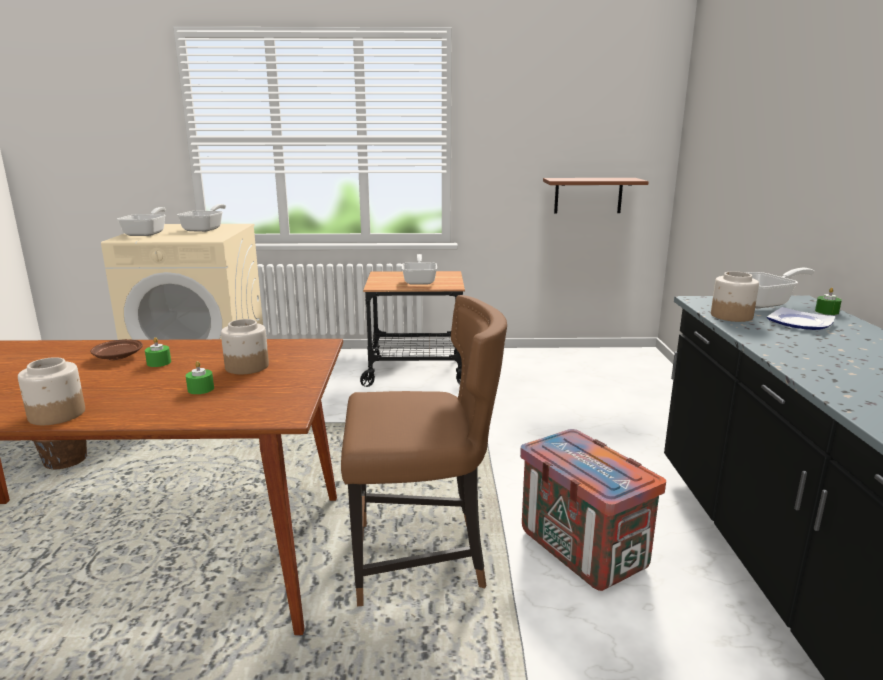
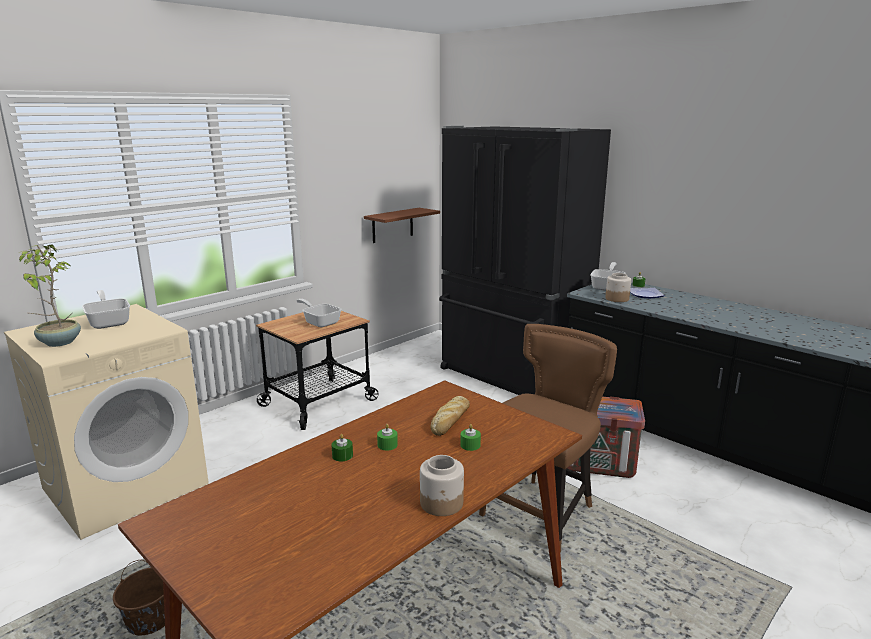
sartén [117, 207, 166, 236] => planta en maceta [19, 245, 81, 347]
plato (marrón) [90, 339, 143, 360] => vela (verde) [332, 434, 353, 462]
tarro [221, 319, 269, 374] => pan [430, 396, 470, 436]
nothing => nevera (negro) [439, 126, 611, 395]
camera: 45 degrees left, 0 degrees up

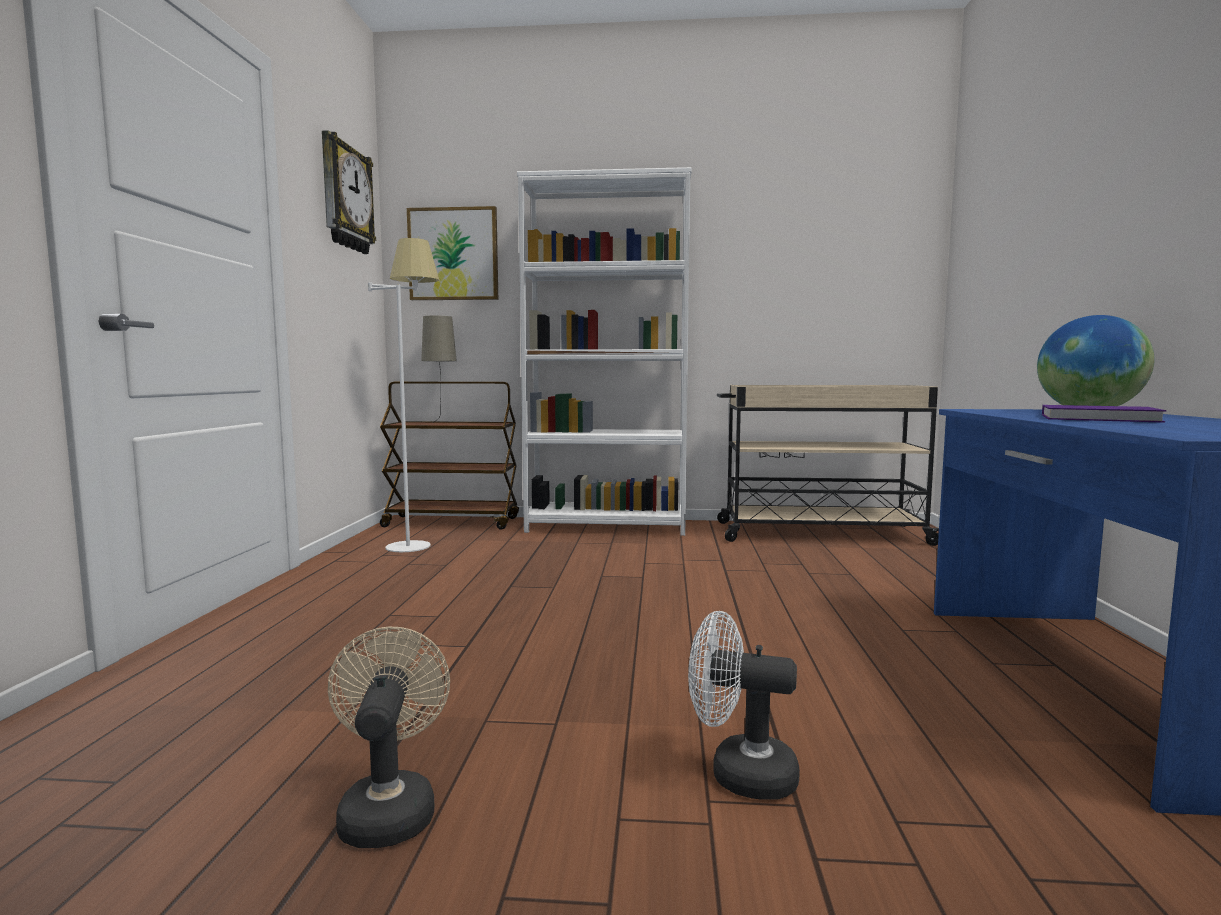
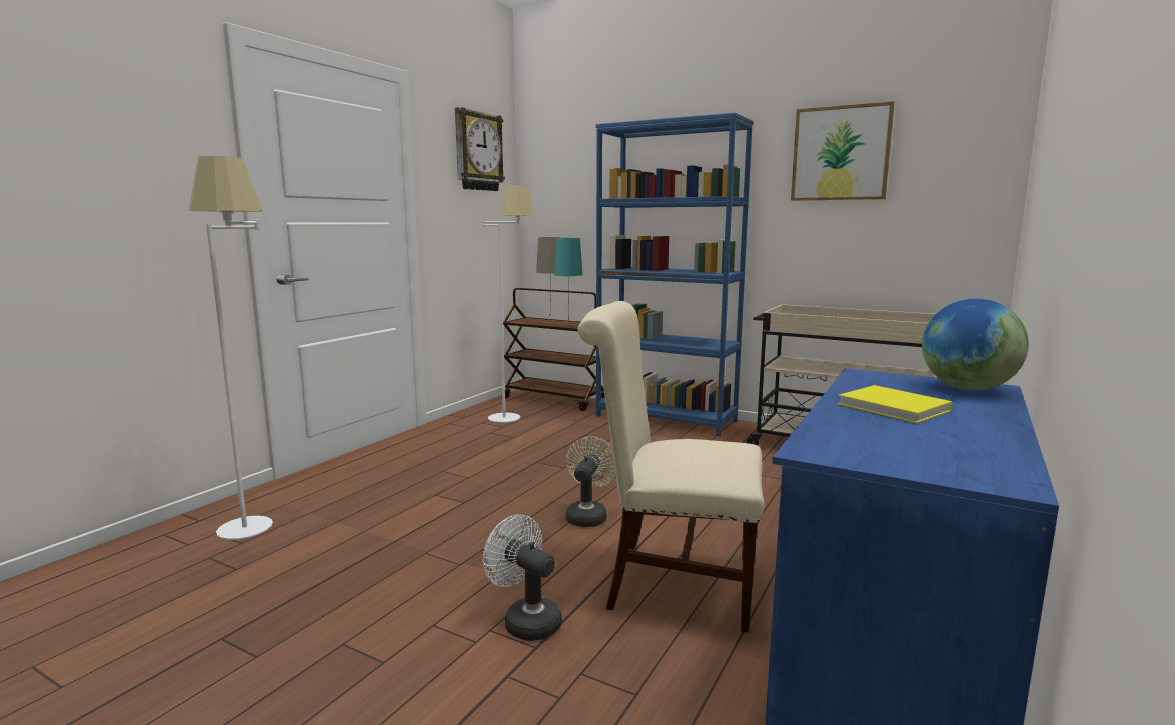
nothing => lámpara de pie (blanco) [189, 156, 273, 540]
nothing => lámpara de mesa (turquesa) [554, 238, 583, 327]
ventilador (beis) [328, 627, 450, 848] => ventilador (beis) [566, 436, 615, 527], moved
nothing => silla (beis) [578, 301, 765, 633]
estantería (blanco) [517, 167, 692, 536] => estantería (azul) [596, 112, 754, 436]
cuadro [407, 206, 498, 300] => cuadro [791, 101, 895, 201], moved
libro (morado) [1042, 405, 1167, 423] => libro (amarillo) [838, 385, 953, 423]
camera: 25 degrees right, 5 degrees up

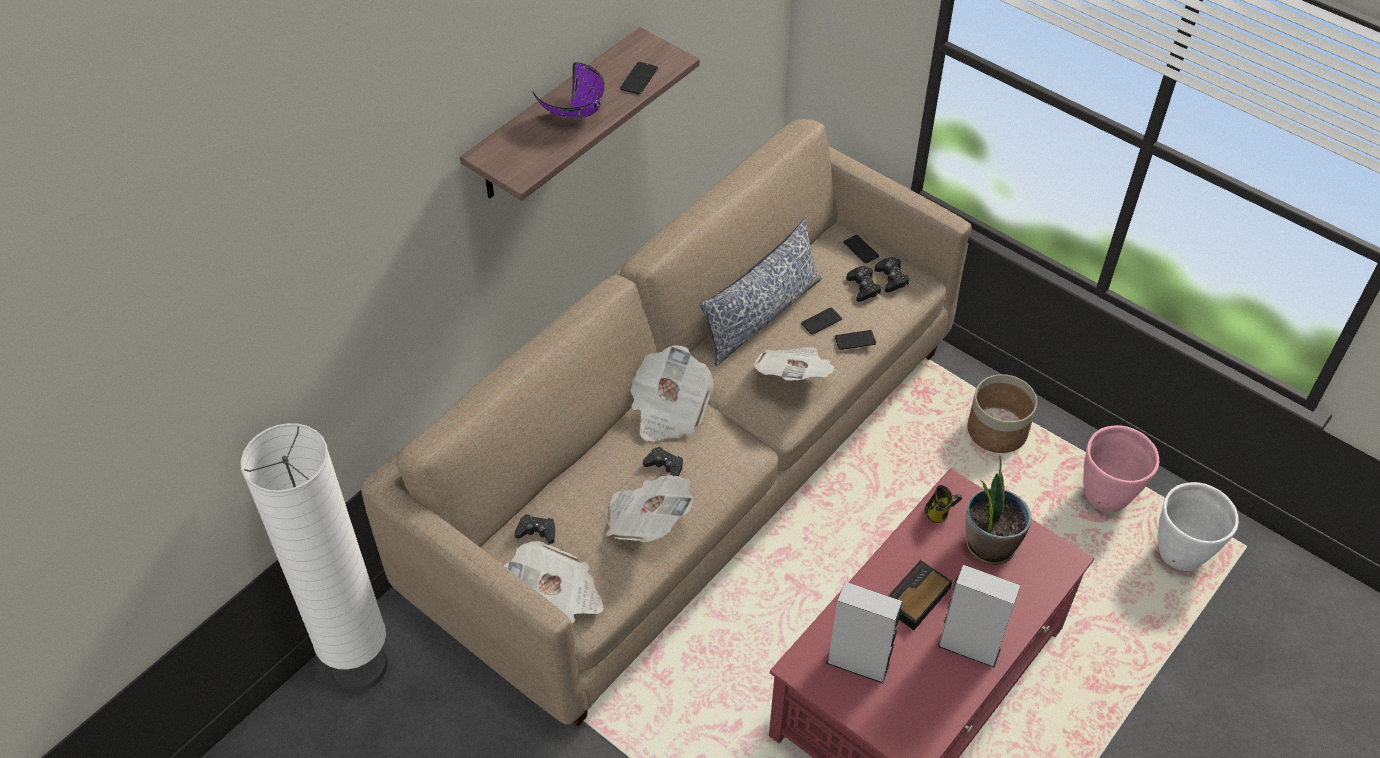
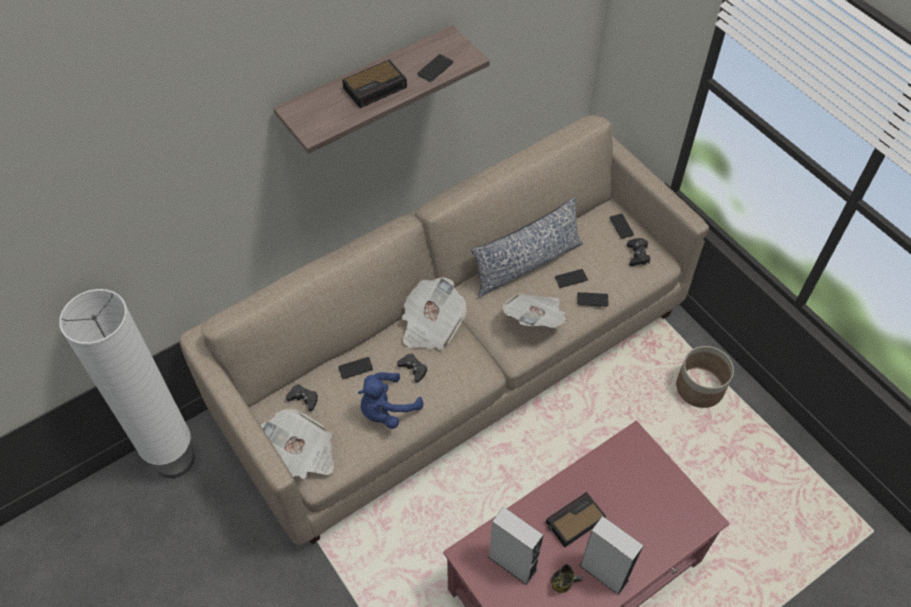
nothing => móvil [338, 357, 373, 379]
cuenco (morado) [533, 62, 605, 118] => despertador [342, 60, 407, 108]
periódico [606, 474, 693, 542] => peluche (azul) [358, 372, 423, 429]
taza grande [925, 485, 962, 523] => taza grande [551, 564, 583, 593], moved
mando de consola (negro) [847, 266, 881, 302] => nothing
planta en maceta [966, 456, 1031, 565] => nothing
maceta (rosa) [1083, 425, 1159, 512] => nothing
maceta (blanco) [1157, 482, 1239, 571] => nothing
camera: 15 degrees right, 5 degrees up

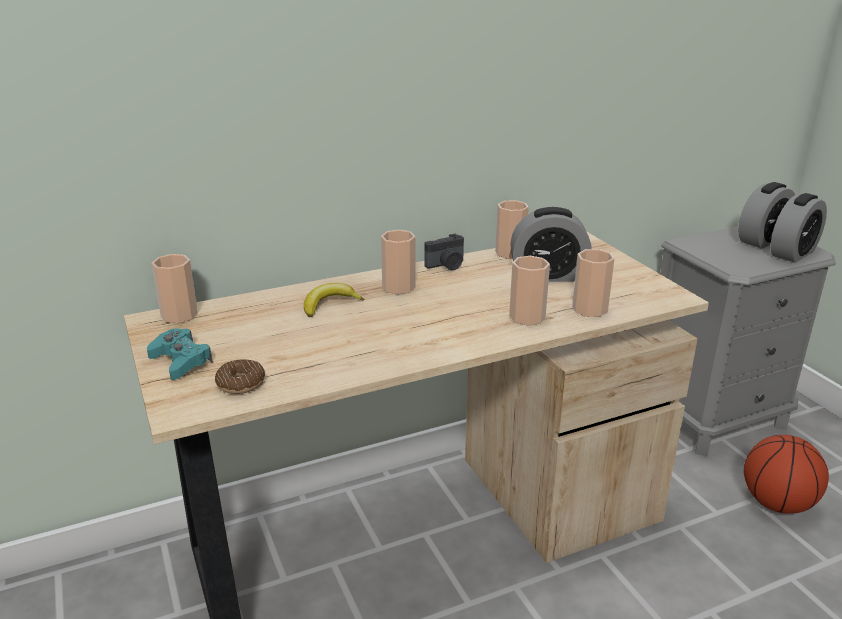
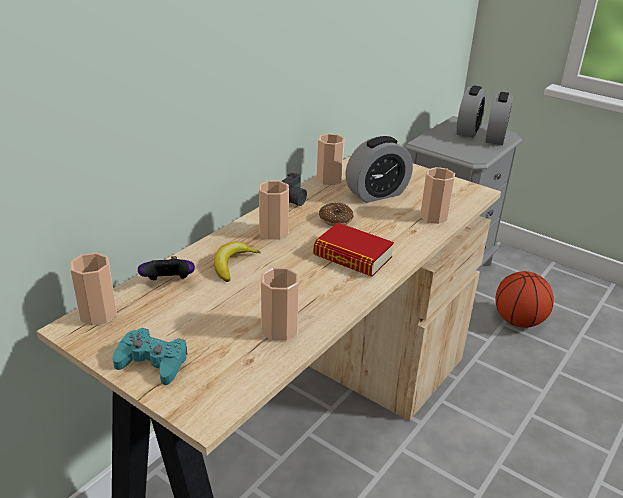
nothing => mando de consola [138, 256, 195, 280]
taza [509, 256, 550, 326] => taza [261, 268, 299, 341], moved
nothing => libro [313, 223, 394, 277]
rosquilla [215, 359, 265, 394] => rosquilla [319, 203, 354, 226], moved
camera: 30 degrees left, 5 degrees up

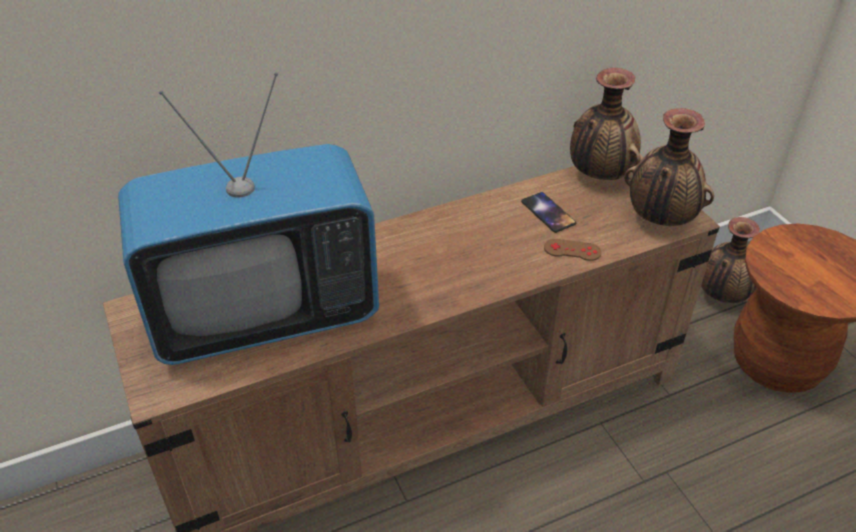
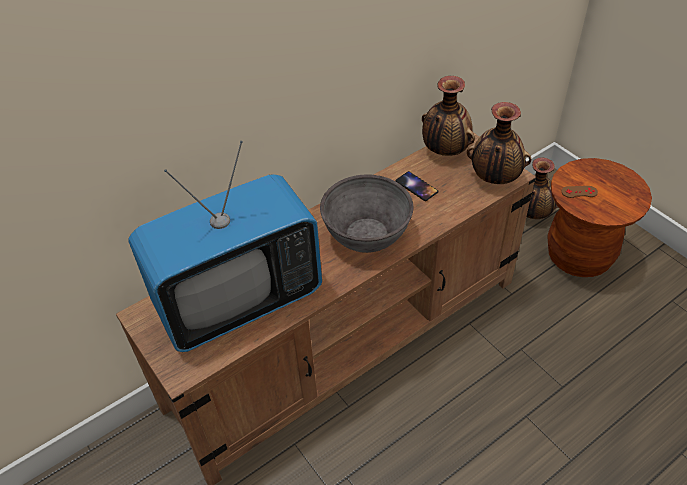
nothing => cuenco (gris) [320, 175, 413, 253]
mando de consola (marrón) [544, 239, 602, 261] => mando de consola (marrón) [561, 186, 598, 198], moved
camera: 10 degrees left, 5 degrees up

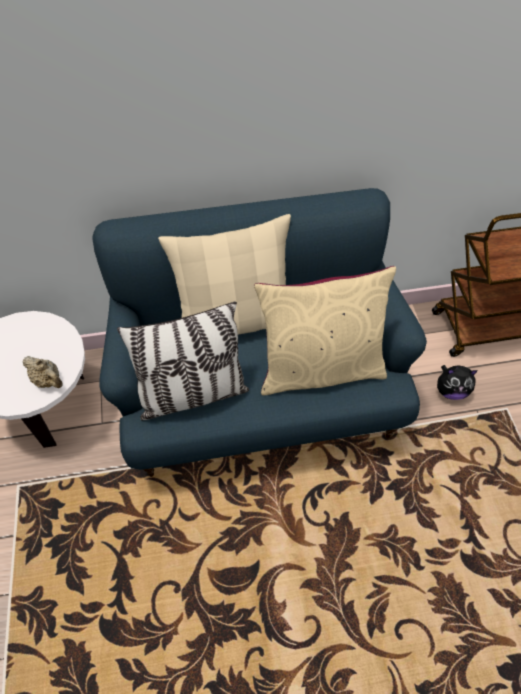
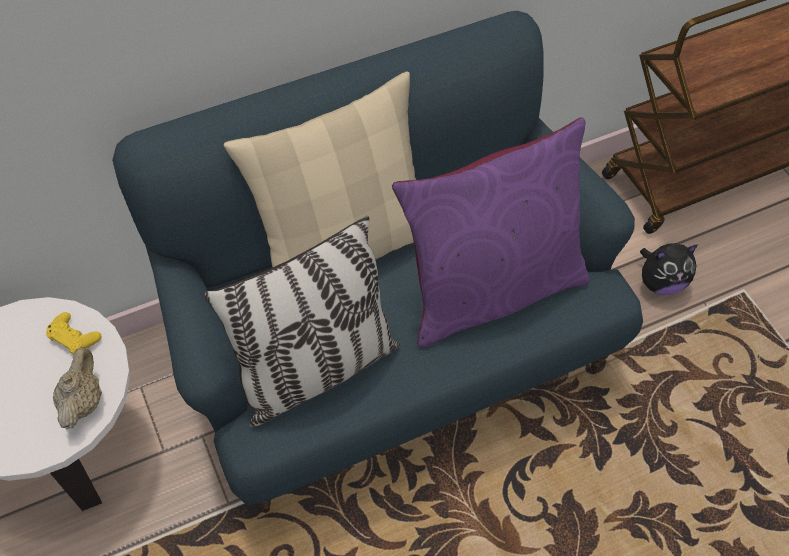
nothing => mando de consola (amarillo) [46, 312, 101, 355]
tetera (beis) [22, 356, 63, 388] => tetera (beis) [53, 347, 102, 429], 105 degrees counterclockwise
cojín (beis) [254, 266, 396, 396] => cojín (morado) [392, 118, 590, 348]
camera: 15 degrees left, 0 degrees up

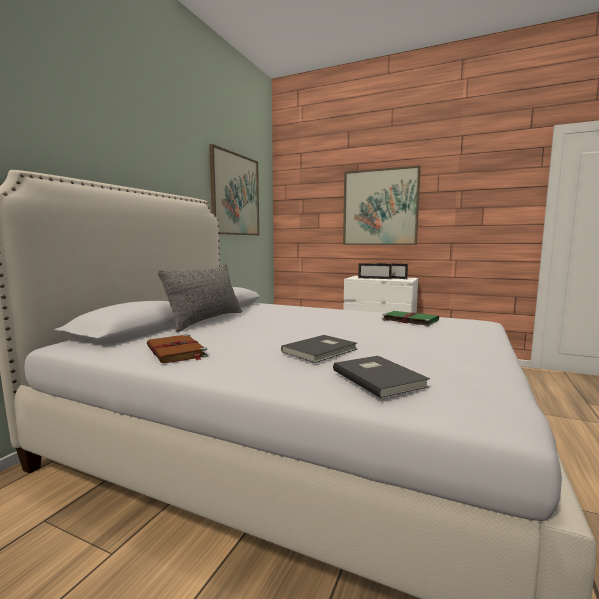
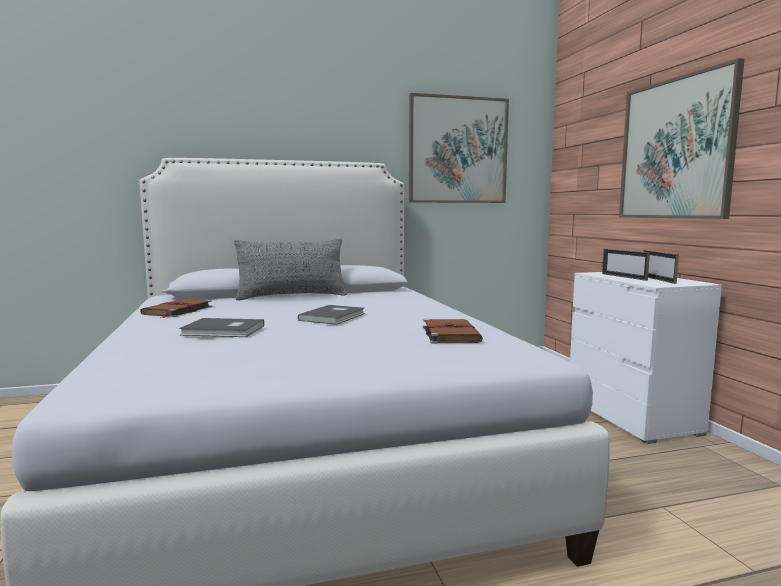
libro (gris) [333, 356, 430, 398] => libro (gris) [298, 305, 365, 325], moved
libro (verde) [380, 311, 439, 326] => libro (marrón) [423, 319, 483, 344]
camera: 50 degrees right, 0 degrees up

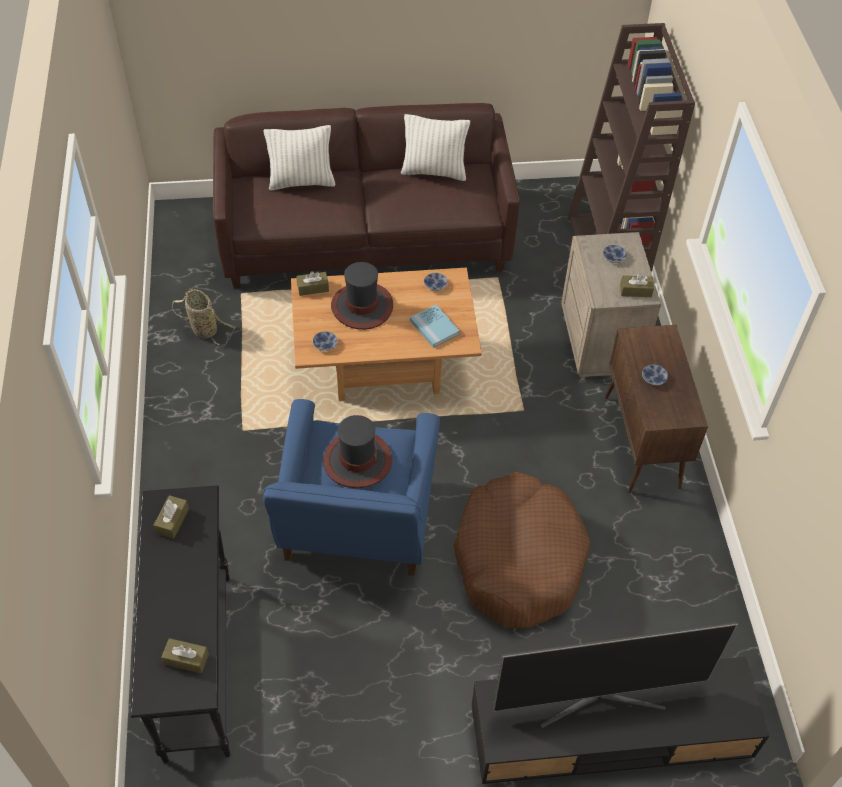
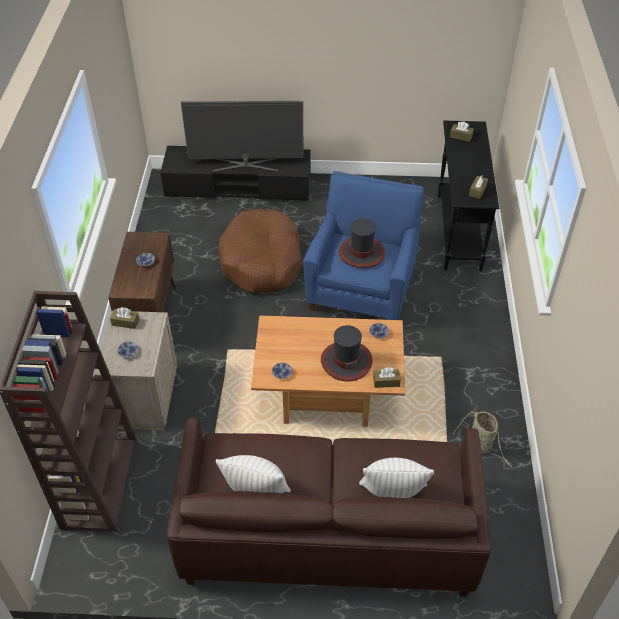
libro (azul) [410, 305, 460, 348] => nothing
camera: 170 degrees left, 5 degrees down

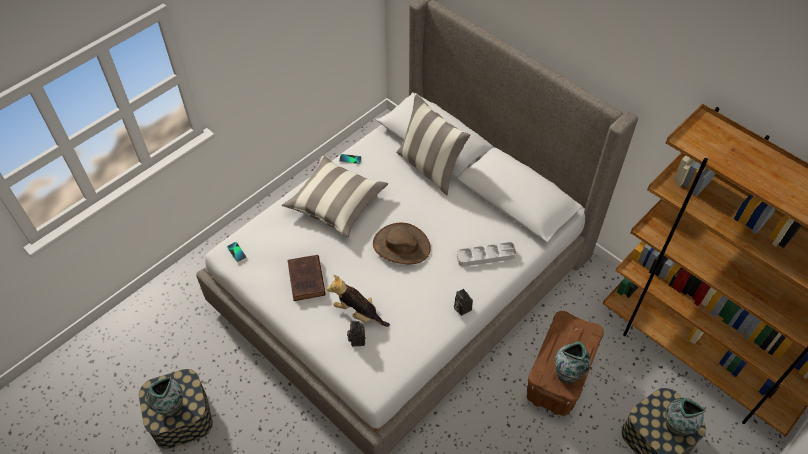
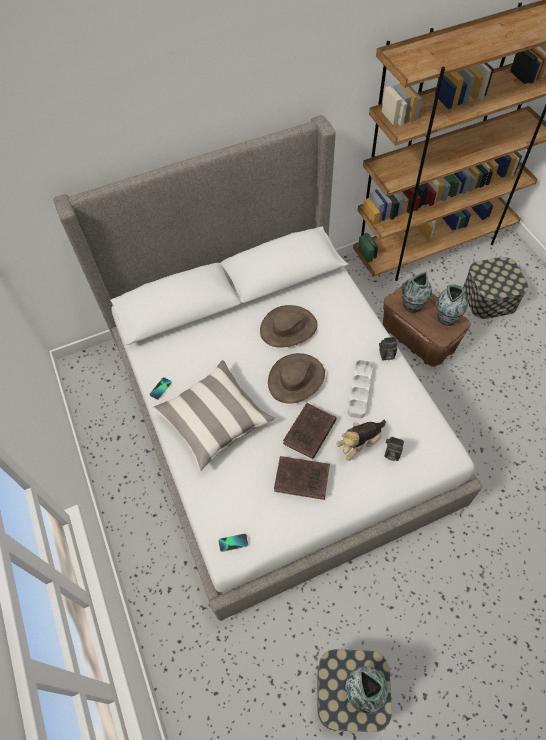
nothing => sombrero (marrón) [260, 305, 317, 347]
nothing => libro (marrón) [283, 403, 337, 459]
bandeja (gris) [457, 242, 516, 267] => bandeja (gris) [348, 360, 373, 419], moved
florero [665, 398, 706, 437] => florero [401, 272, 432, 313], moved
cojín [396, 93, 470, 195] => nothing
camera: 65 degrees left, 5 degrees up

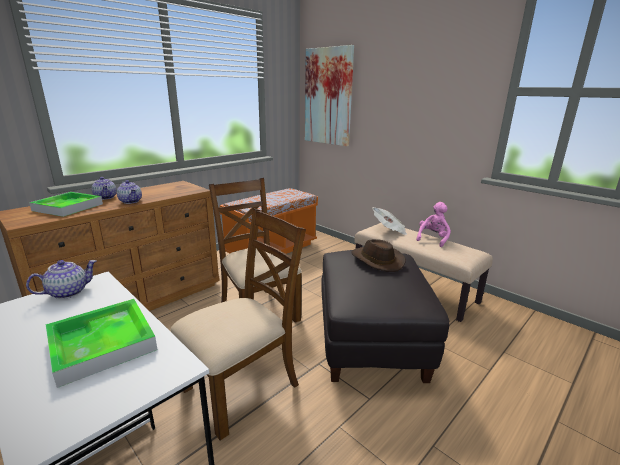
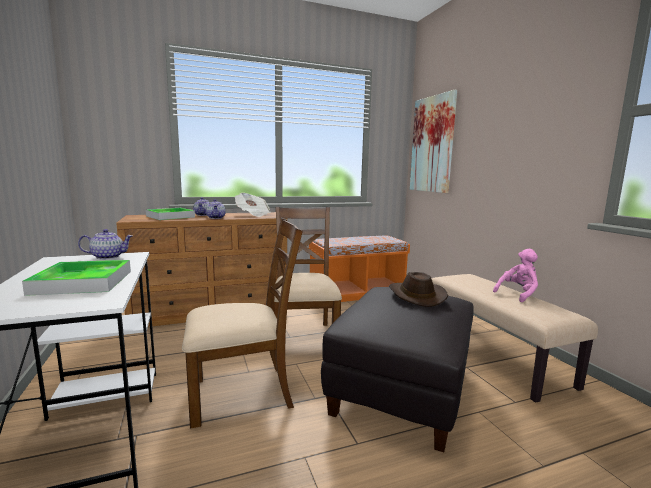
periódico [372, 207, 407, 235] => periódico [235, 193, 271, 217], moved
camera: 25 degrees right, 10 degrees down

